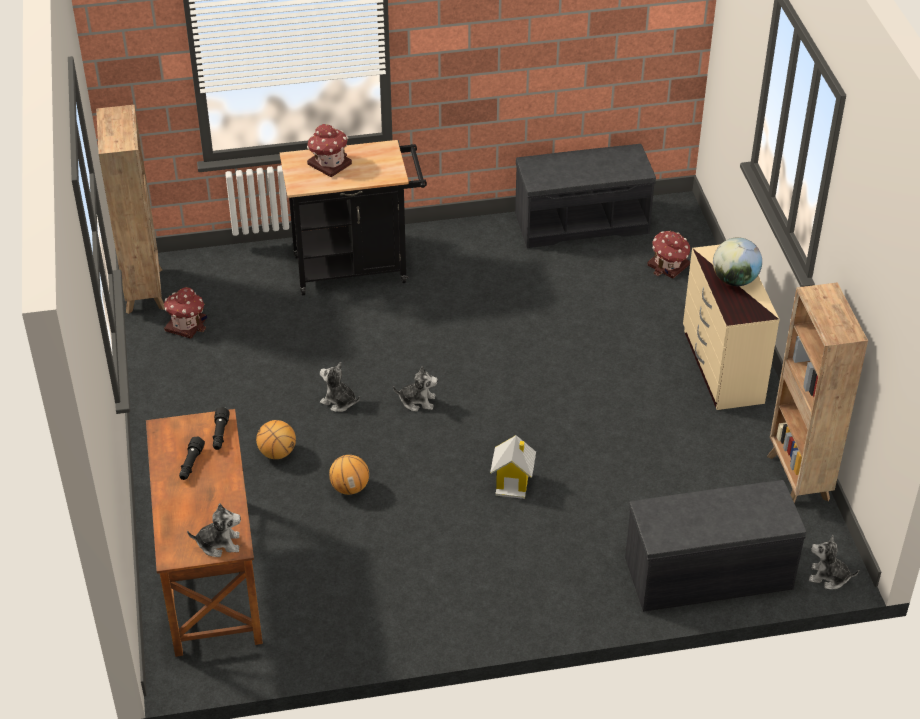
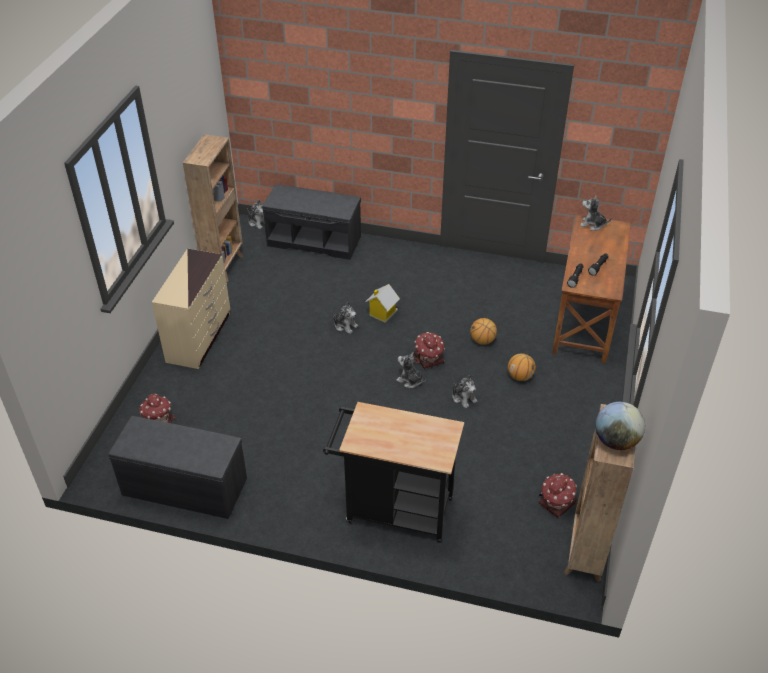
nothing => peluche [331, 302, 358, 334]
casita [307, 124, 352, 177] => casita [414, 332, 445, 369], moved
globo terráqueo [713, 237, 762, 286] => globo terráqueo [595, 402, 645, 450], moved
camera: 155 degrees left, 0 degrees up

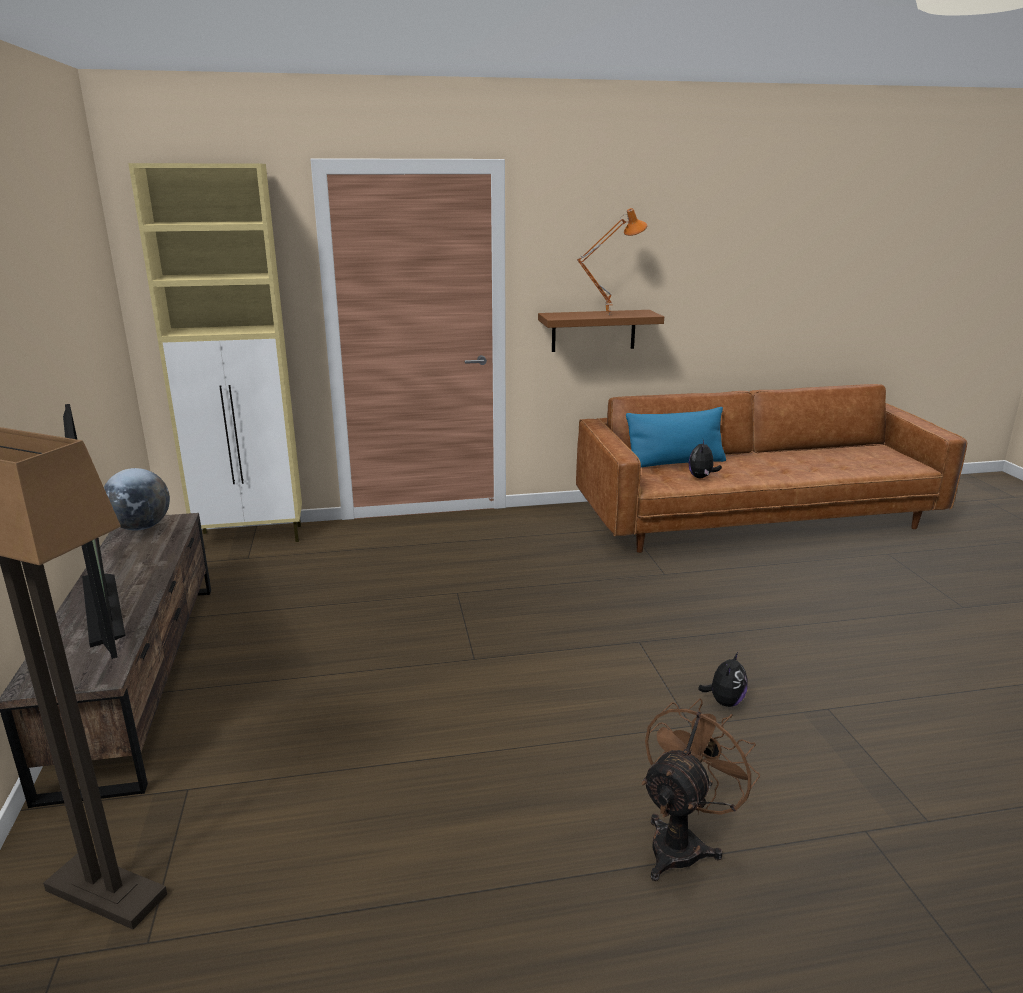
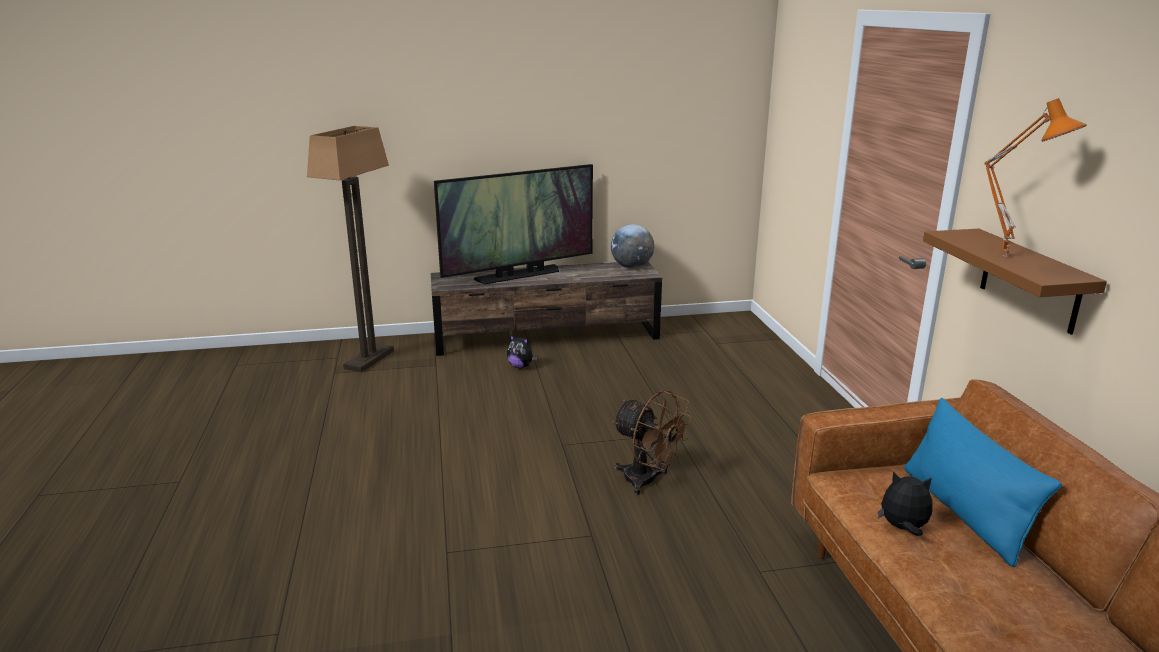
peluche [698, 652, 748, 707] => peluche [507, 334, 537, 368], moved
ventilador (marrón) [642, 698, 760, 881] => ventilador (marrón) [612, 390, 692, 495], moved
armario (beis) [128, 163, 302, 542] => nothing
camera: 90 degrees right, 0 degrees up

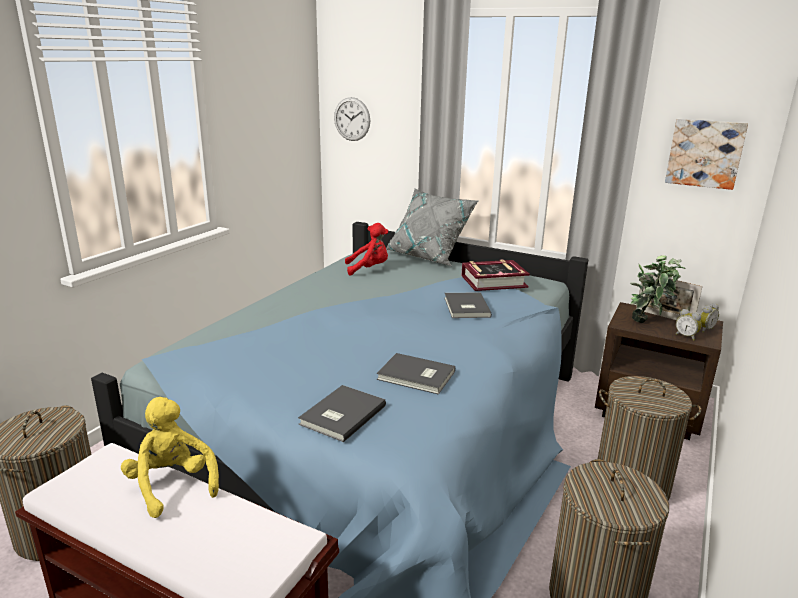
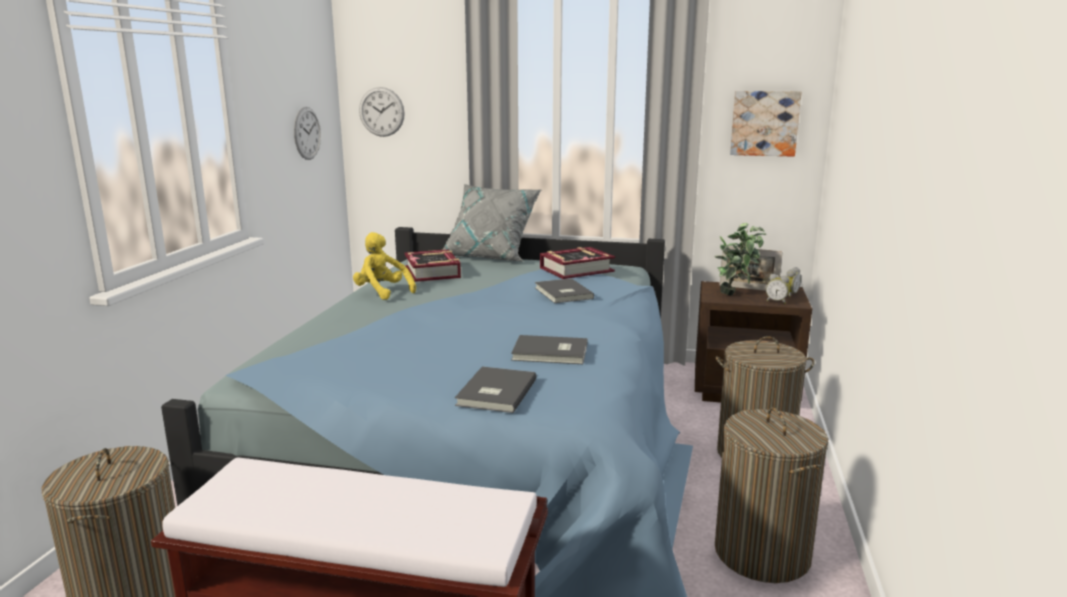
nothing => reloj de pared [294, 107, 321, 160]
peluche (amarillo) [121, 397, 219, 518] => peluche (amarillo) [353, 232, 416, 300], moved
peluche (rojo) [345, 223, 388, 275] => libro [404, 249, 461, 282]
camera: 15 degrees left, 5 degrees down

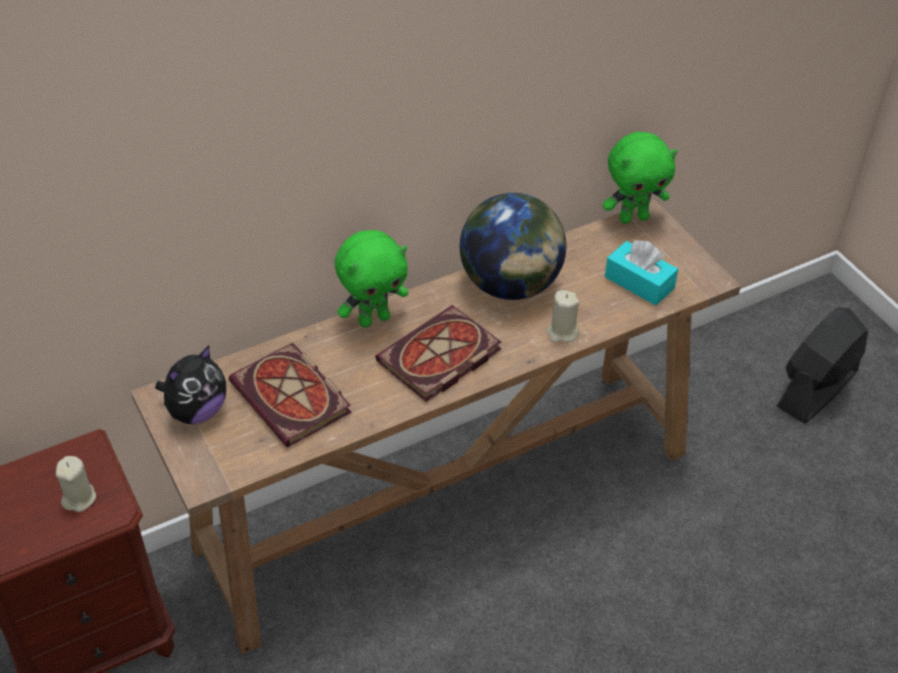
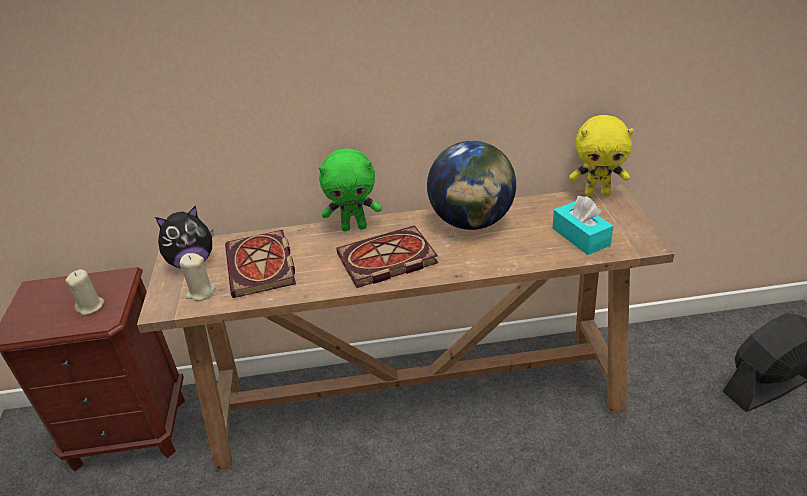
vela (beis) [546, 290, 580, 342] => vela (beis) [179, 253, 215, 301], moved
peluche (verde) [603, 132, 678, 224] => peluche (amarillo) [569, 115, 634, 196]
camera: 25 degrees right, 10 degrees down

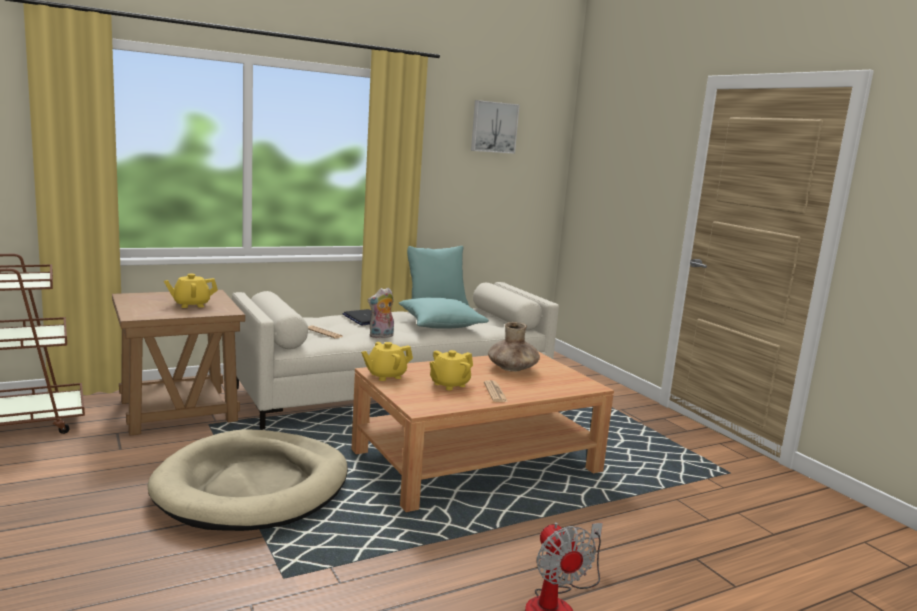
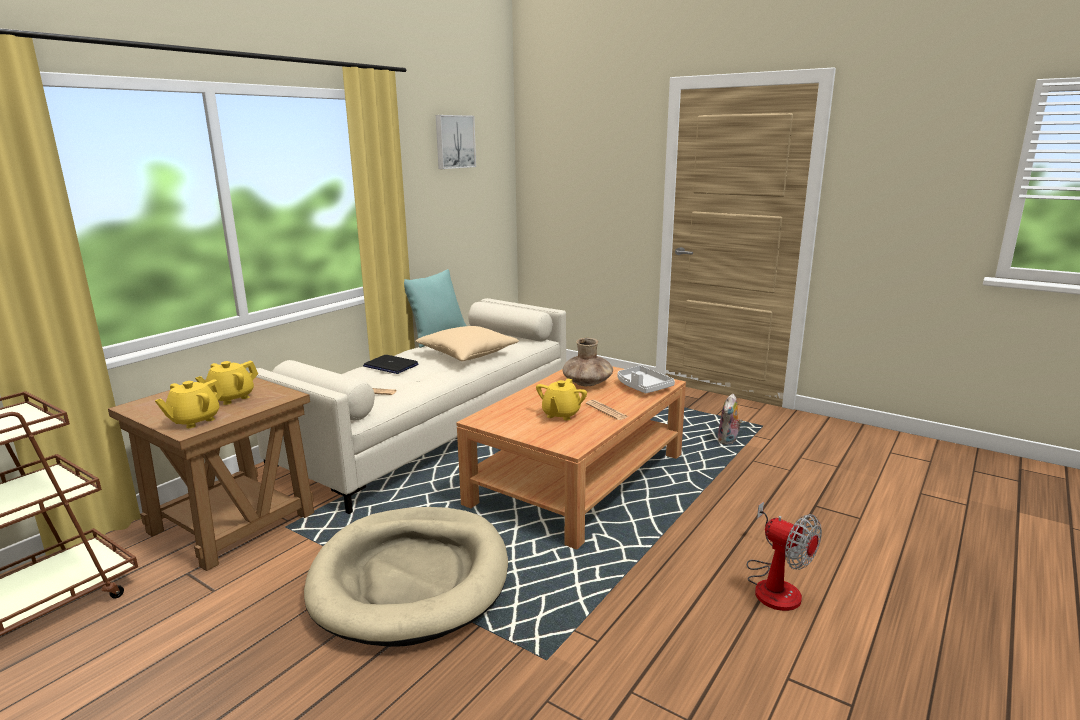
tetera (amarillo) [361, 342, 413, 381] => tetera (amarillo) [155, 379, 223, 428], moved
cojín (turquesa) [399, 298, 489, 329] => cojín (beis) [415, 326, 519, 361]
nothing => bandeja (gris) [617, 366, 675, 394]
peluche [368, 288, 394, 338] => peluche [718, 394, 742, 445], moved
camera: 25 degrees left, 5 degrees up

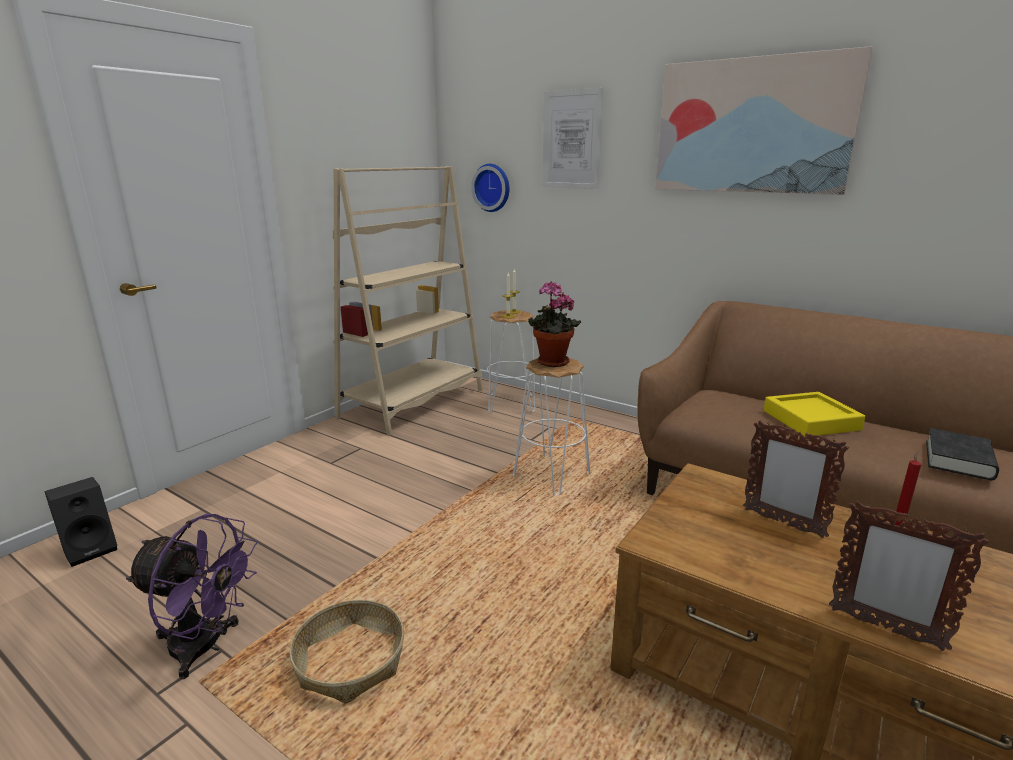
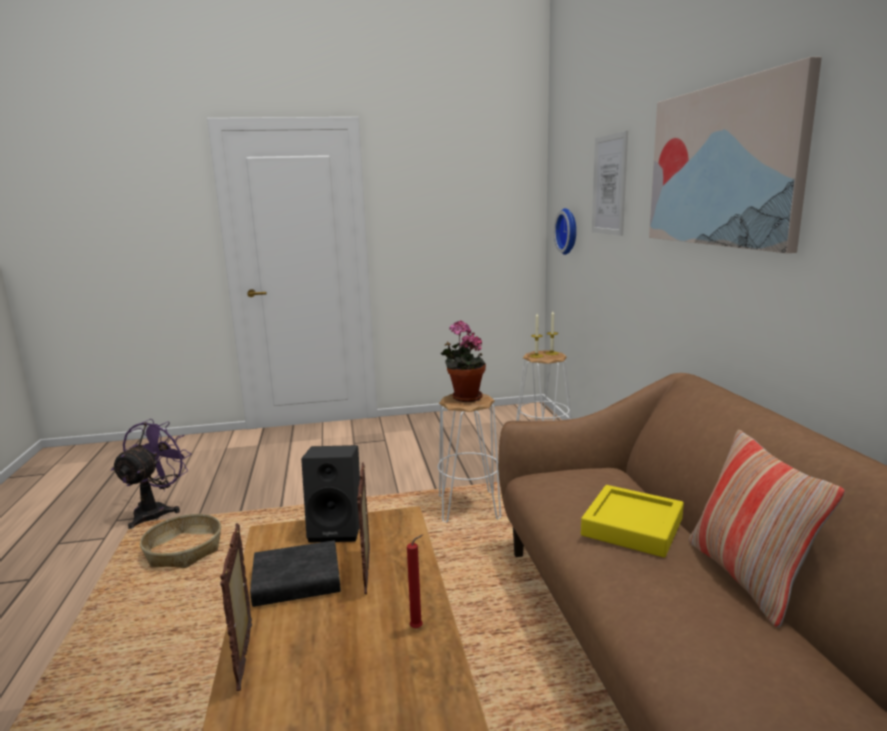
ventilador (morado) [126, 514, 258, 679] => ventilador (morado) [111, 419, 191, 529], 135 degrees counterclockwise
libro (negro) [926, 428, 999, 480] => libro (negro) [250, 540, 341, 607], moved
altavoz (negro) [45, 477, 117, 567] => altavoz (negro) [301, 445, 360, 543], moved
nothing => cojín [688, 430, 845, 628]
estantería (beis) [333, 166, 483, 436] => nothing
camera: 45 degrees right, 5 degrees down

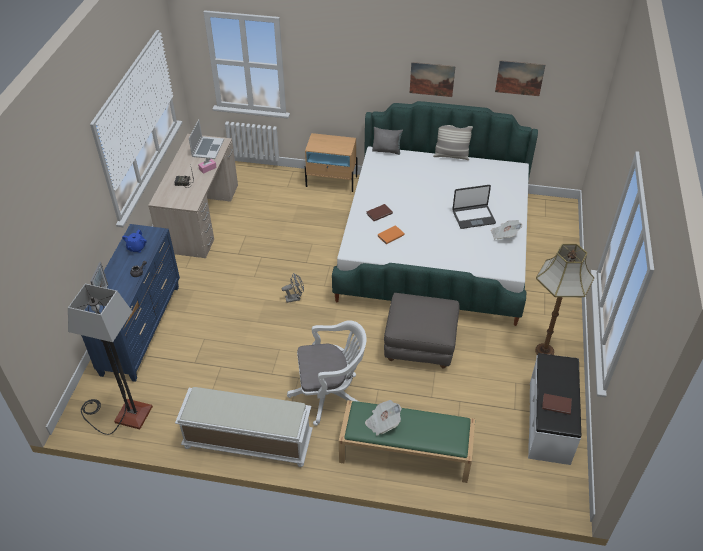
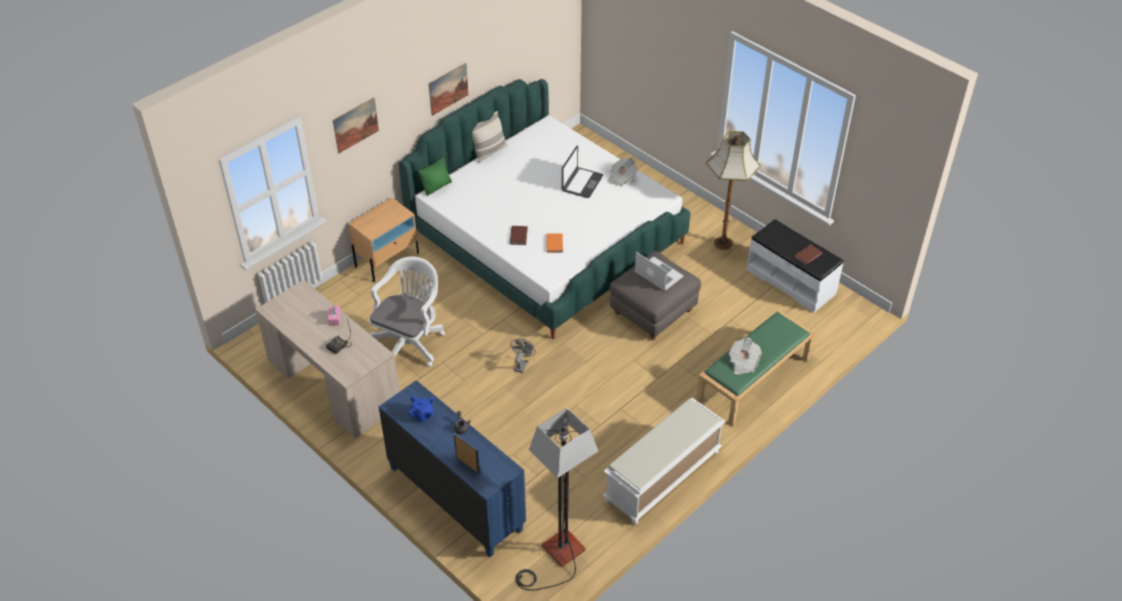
cuadro [495, 60, 545, 96] => cuadro [333, 98, 379, 153], moved
silla de oficina (blanco) [287, 320, 367, 426] => silla de oficina (blanco) [369, 256, 445, 367], moved
cojín (gris) [372, 127, 403, 155] => cojín (verde) [418, 156, 452, 196]
portátil [189, 119, 224, 159] => portátil [635, 252, 684, 291], moved
camera: 55 degrees left, 0 degrees up

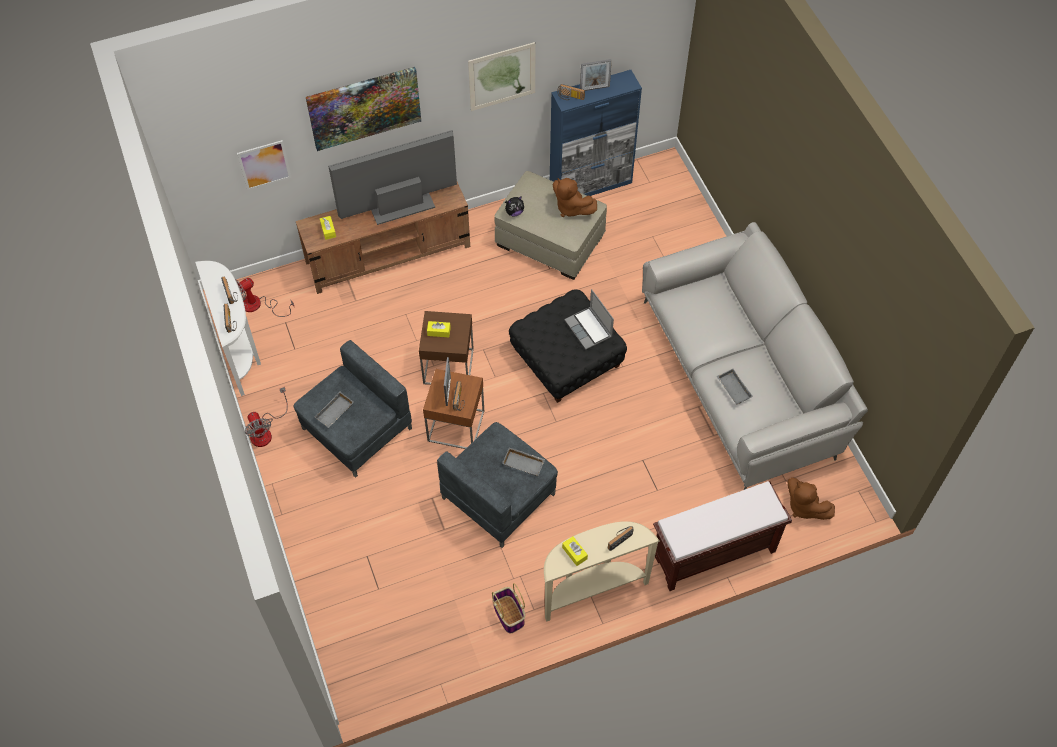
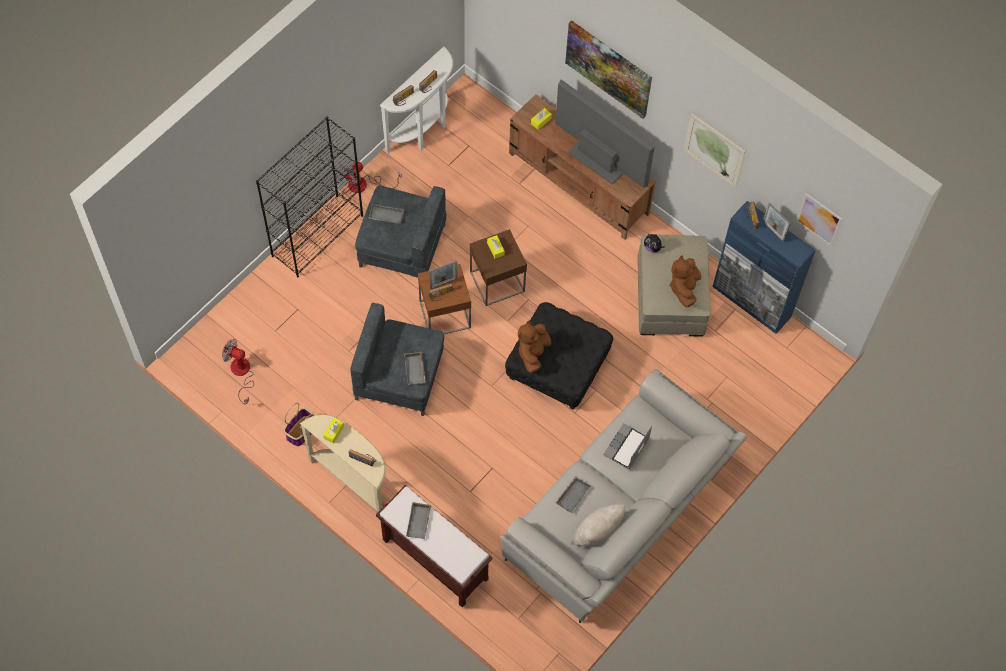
ventilador [235, 278, 294, 317] => ventilador [222, 339, 254, 404], moved
nothing => estantería (negro) [256, 116, 363, 278]
nothing => bandeja (gris) [406, 502, 431, 539]
peluche (marrón) [787, 477, 835, 520] => peluche (marrón) [518, 320, 552, 373], moved
nothing => cojín (beis) [571, 504, 625, 546]
portátil [564, 289, 614, 350] => portátil [603, 423, 652, 470], moved
cuadro [237, 140, 292, 190] => cuadro [796, 193, 842, 247], moved
camera: 60 degrees right, 5 degrees up

